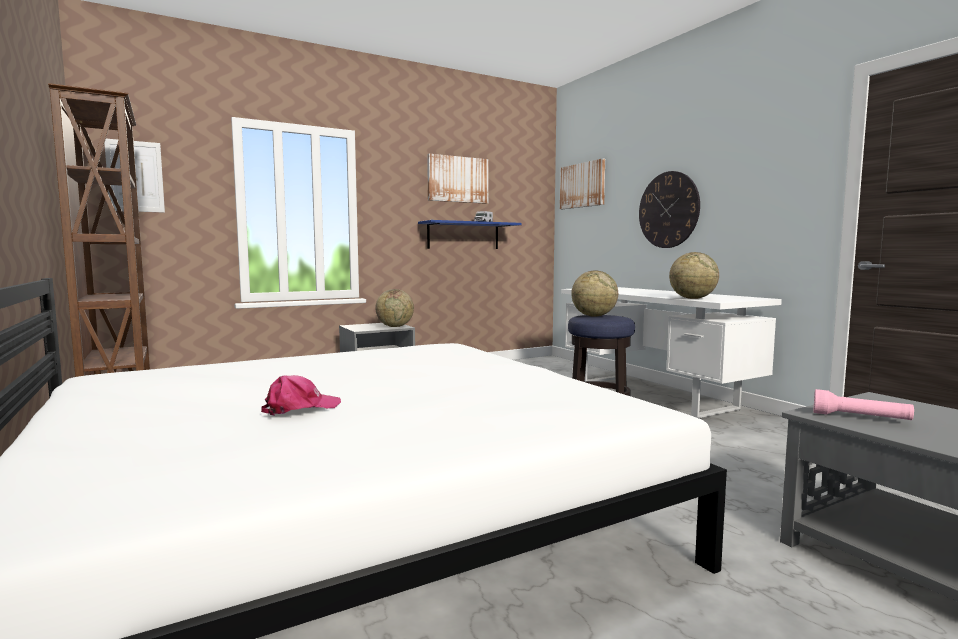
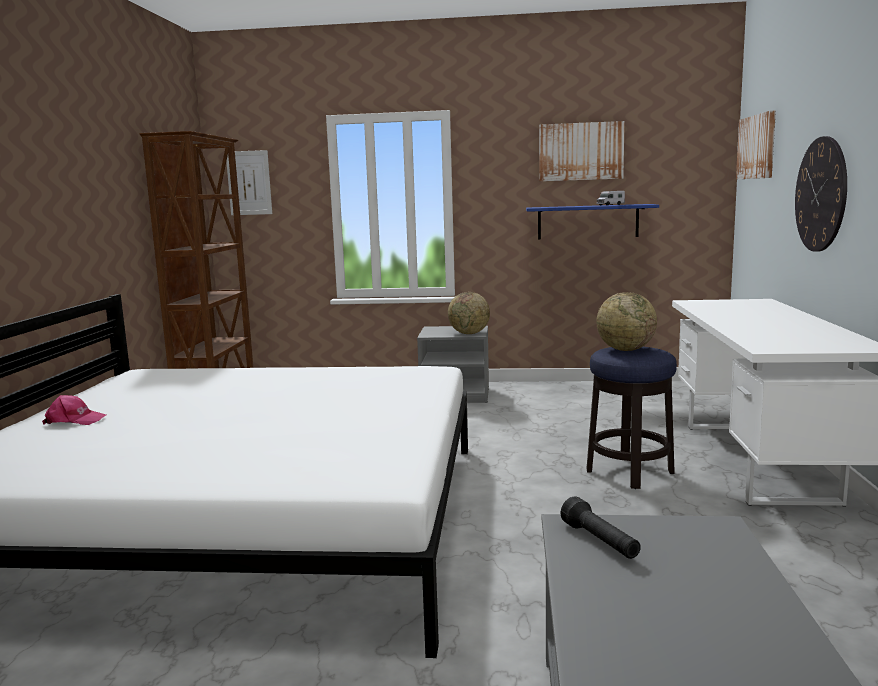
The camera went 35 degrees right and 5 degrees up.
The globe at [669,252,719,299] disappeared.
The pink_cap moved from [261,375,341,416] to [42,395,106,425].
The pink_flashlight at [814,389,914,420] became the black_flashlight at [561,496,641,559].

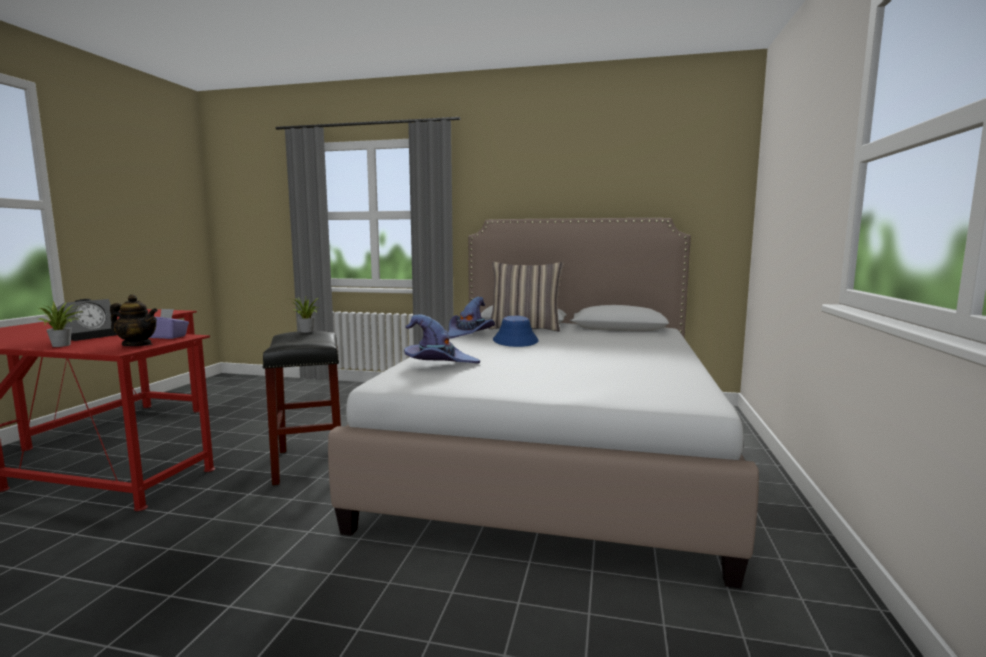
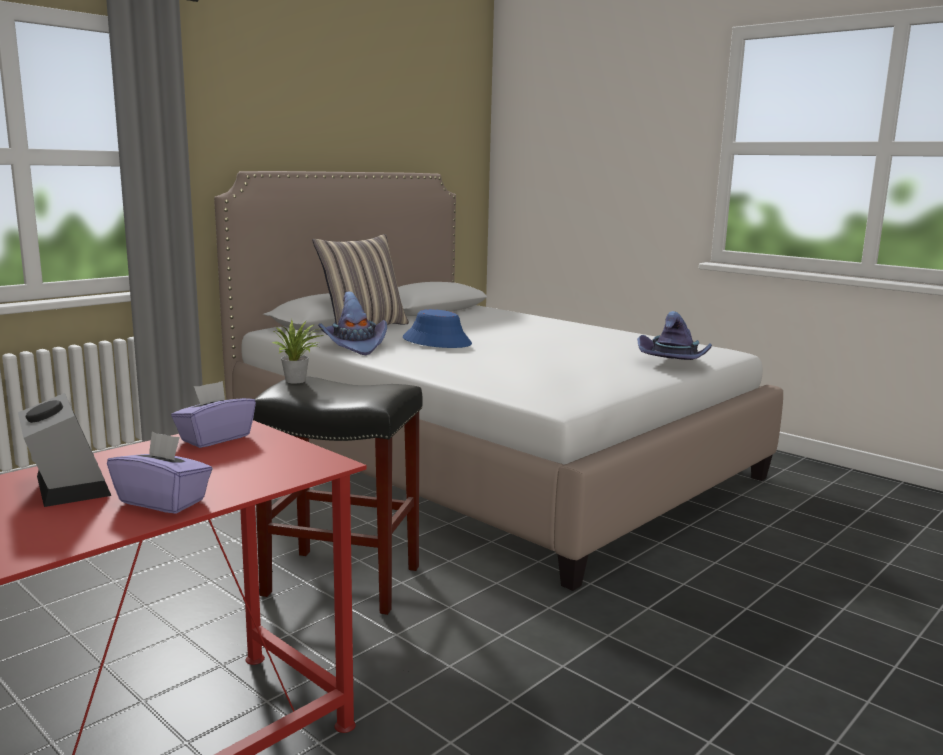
The camera went 60 degrees left and 5 degrees up.
The teapot at [110,294,158,346] disappeared.
The purple_hat moved from [404,314,480,364] to [637,311,712,360].
The potted_plant at [37,301,83,347] was replaced by the purple_tissue_box at [107,431,213,514].

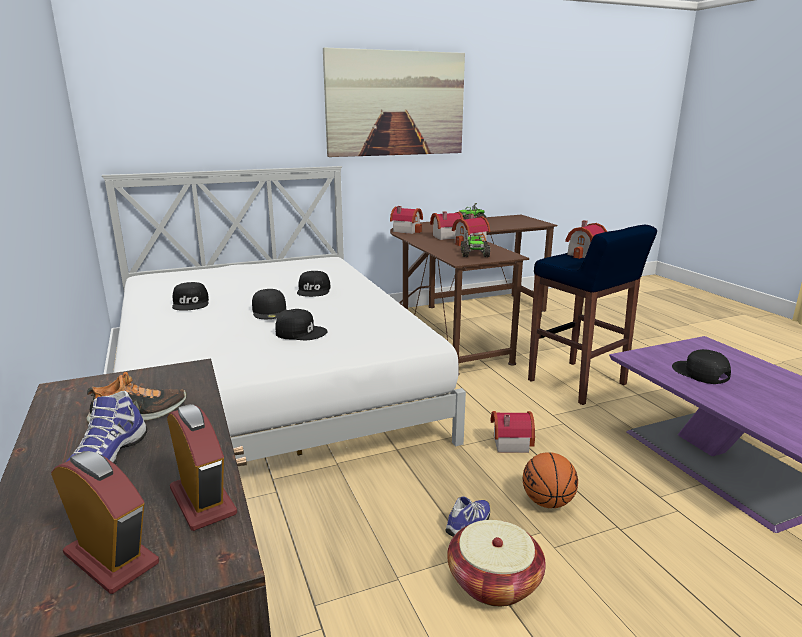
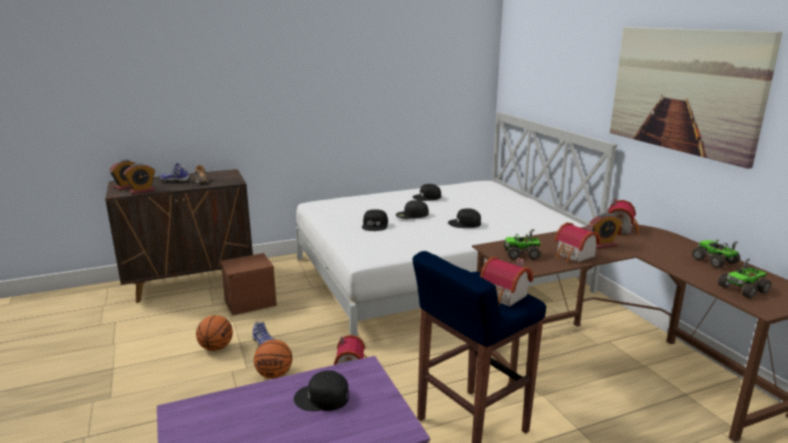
The camera went 90 degrees right and 0 degrees up.
The brown_storage_box at [220,253,277,316] appeared.
The toy_truck at [718,259,772,298] appeared.
The toy_house at [430,211,464,240] was replaced by the alarm_clock at [589,213,622,249].
The basket at [447,520,546,607] was replaced by the basketball at [196,315,233,351].
The black_cap at [672,349,731,384] turned 150 degrees counterclockwise.

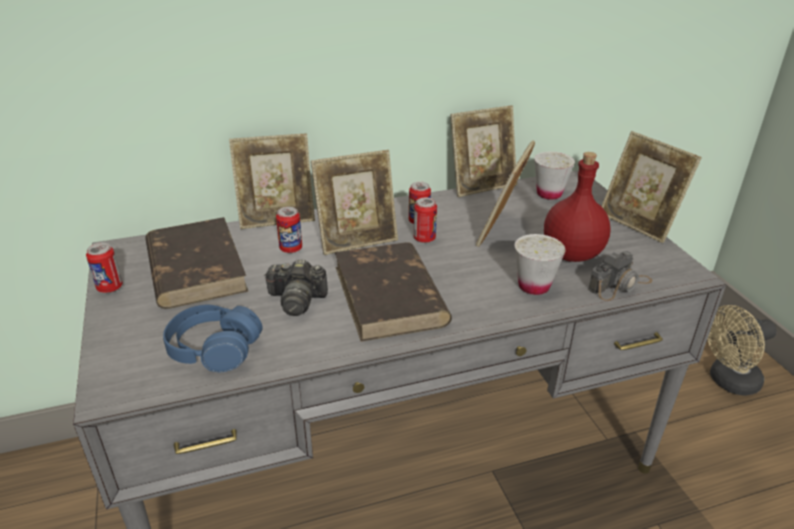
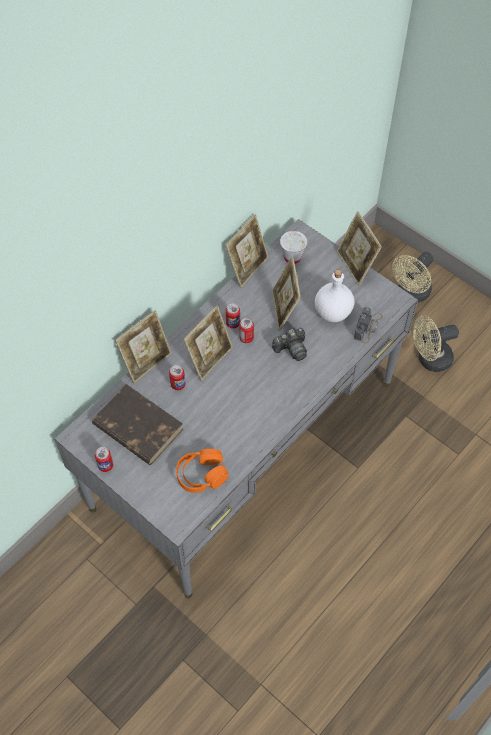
The camera went 30 degrees left and 25 degrees up.
The brown_book at [335,242,452,342] disappeared.
The white_cup at [515,234,566,295] disappeared.
The beige_fan at [413,315,459,372] appeared.
The photo_camera moved from [264,259,328,316] to [272,328,307,361].
The blue_headphones at [163,305,263,373] became the orange_headphones at [176,449,229,493].
The red_bottle at [544,152,611,262] became the white_bottle at [315,269,354,322].
The picture_frame at [602,131,702,243] turned 45 degrees clockwise.

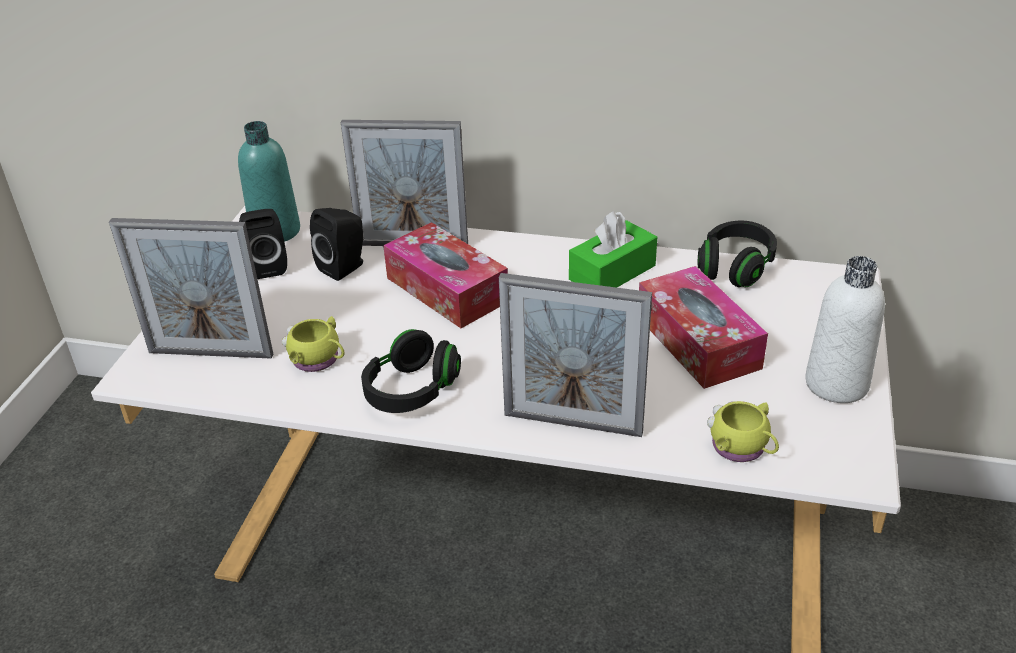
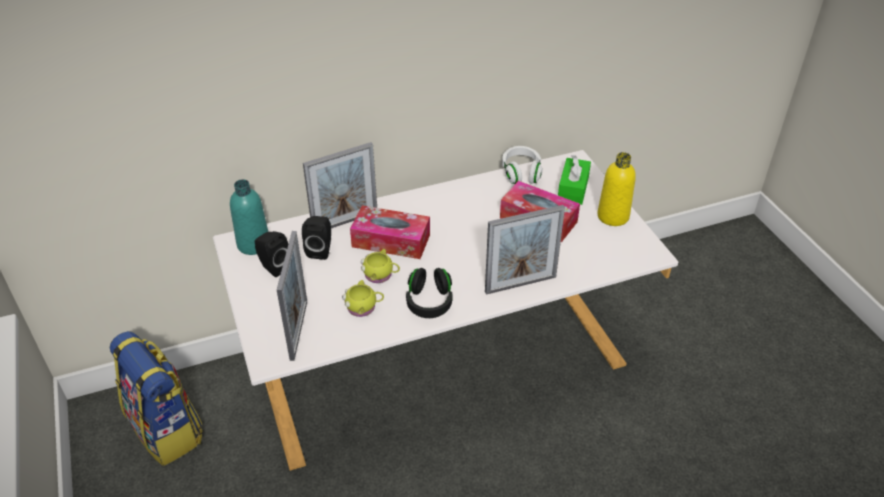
The camera went 35 degrees left and 5 degrees up.
The backpack at [110,331,203,466] appeared.
The green_tissue_box moved from [569,211,657,288] to [558,155,591,205].
The yellow_mug moved from [707,401,779,462] to [361,249,400,283].
The black_headphones at [698,221,777,287] became the white_headphones at [502,146,543,184].
The white_bottle at [805,256,885,403] became the yellow_bottle at [597,152,636,226].
The picture_frame at [109,218,273,359] turned 60 degrees counterclockwise.

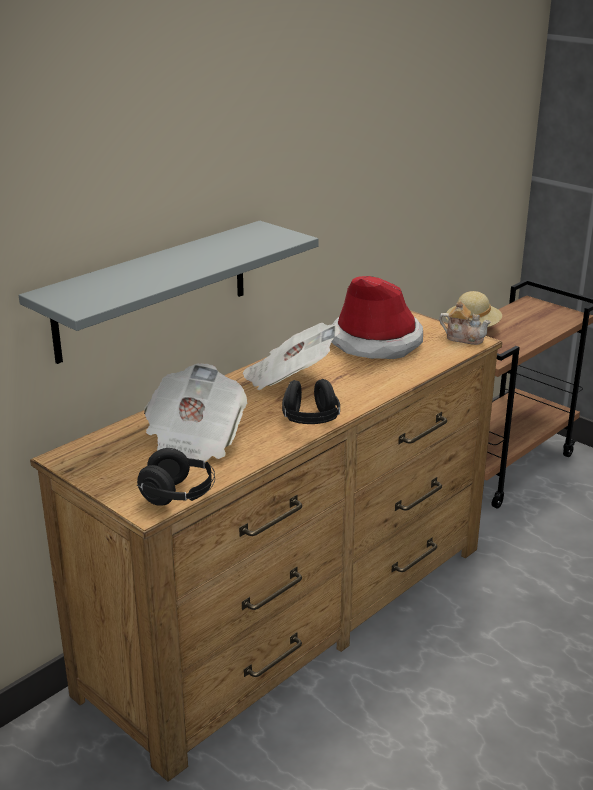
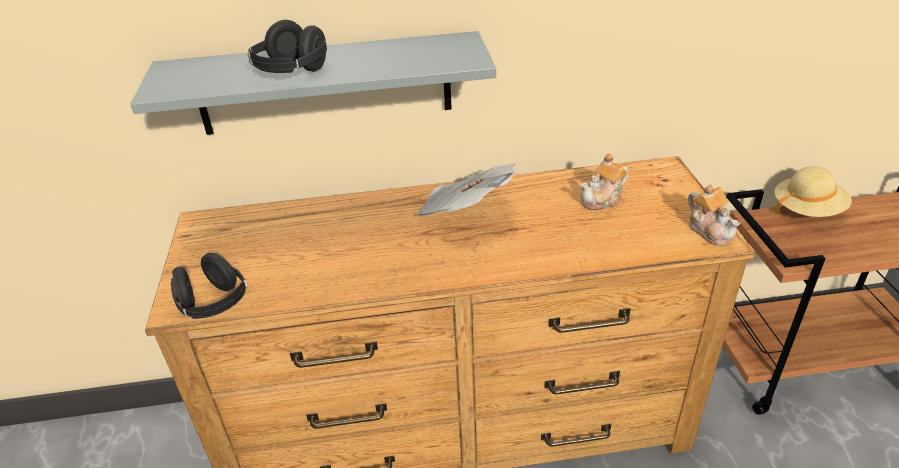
The camera went 40 degrees right and 10 degrees up.
The newspaper at [144,363,247,461] disappeared.
The black_headphones moved from [282,379,340,424] to [248,20,327,73].
The hat at [332,276,423,359] was replaced by the teapot at [580,153,629,210].

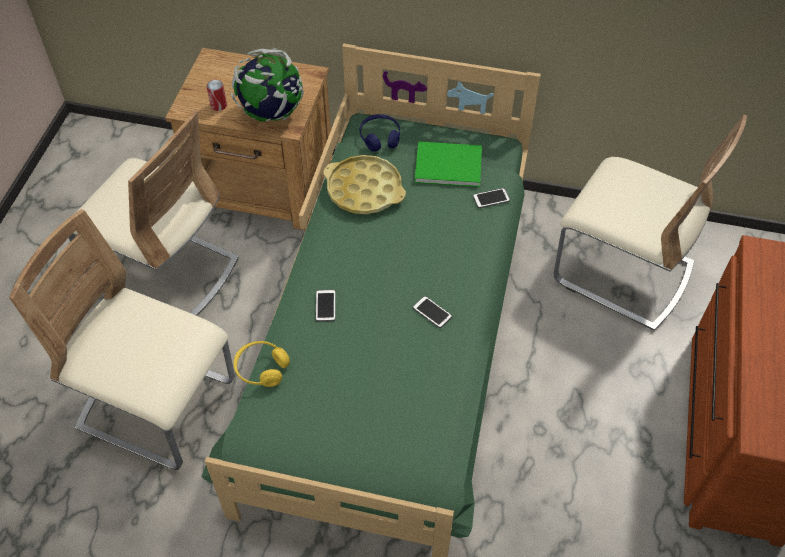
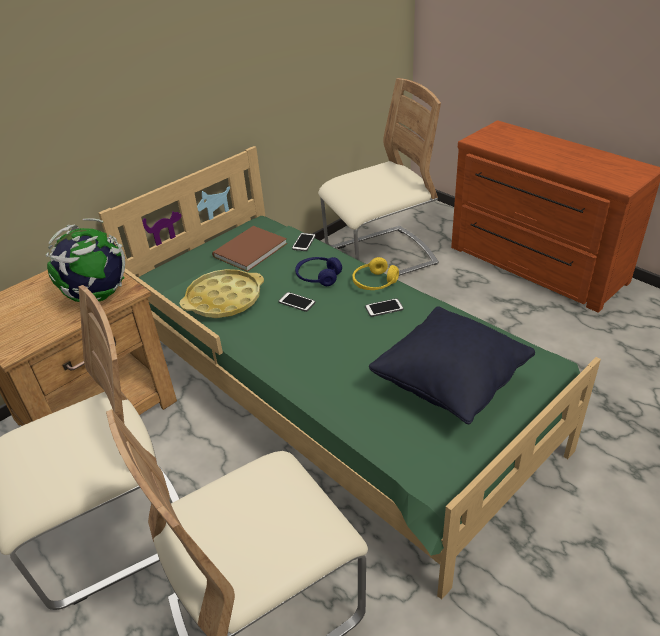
The camera went 55 degrees left and 15 degrees down.
The can at [207,80,227,111] disappeared.
The black_pillow at [369,306,535,424] appeared.
The yellow_headphones moved from [233,341,290,387] to [352,257,399,290].
The phone moved from [316,290,336,322] to [278,292,316,312].
The blue_headphones moved from [359,114,400,152] to [295,257,342,286].
The green_book at [415,141,482,187] became the brown_book at [212,226,287,272].

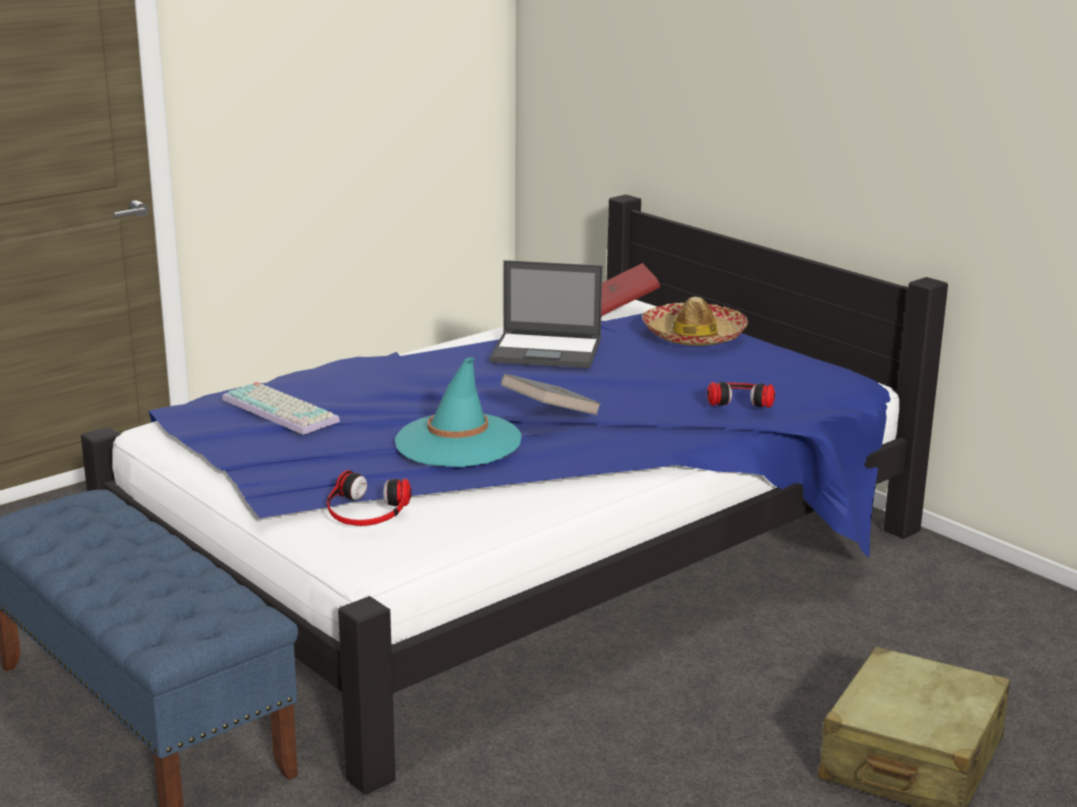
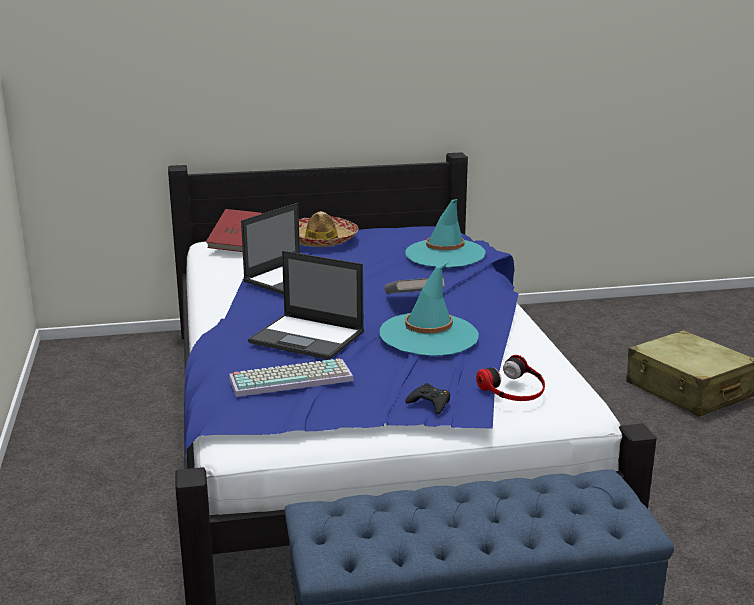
The camera went 60 degrees left and 0 degrees up.
The laptop at [248,251,364,360] appeared.
The black_game_controller at [405,383,450,414] appeared.
The headphones at [707,382,775,408] was replaced by the turquoise_hat at [405,199,486,268].

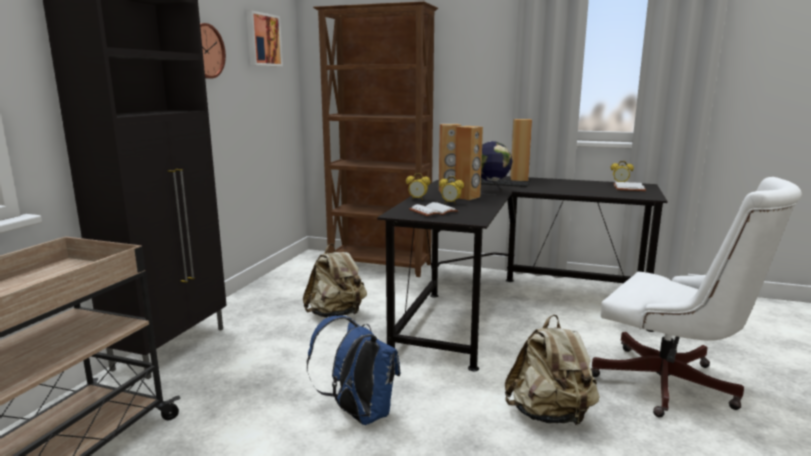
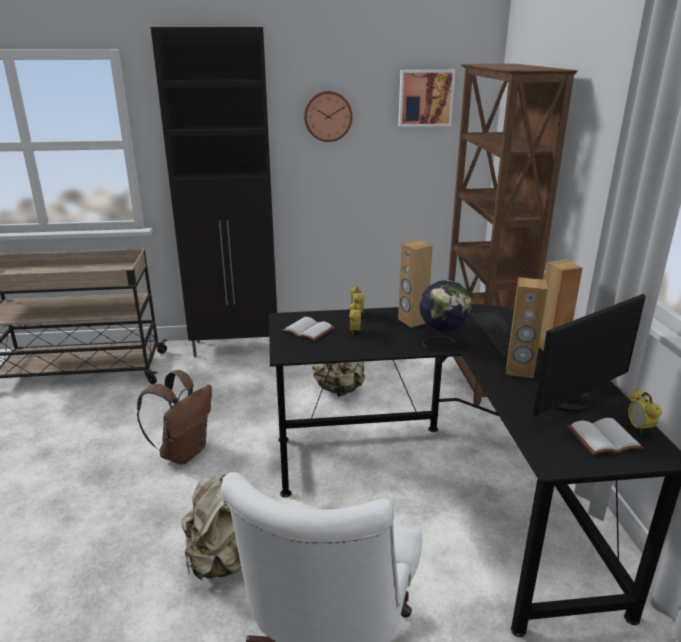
The camera went 65 degrees right and 10 degrees up.
The monitor at [533,294,646,416] appeared.
The brown_speaker moved from [455,126,483,200] to [506,277,548,378].
The blue_backpack at [307,316,400,425] became the brown_backpack at [137,370,212,465].

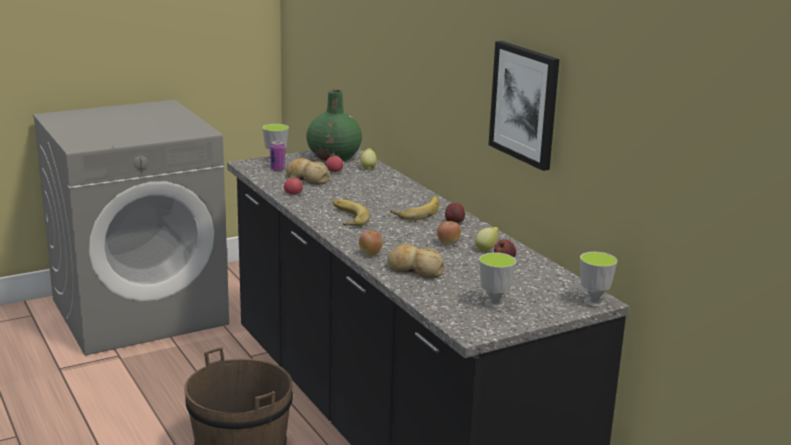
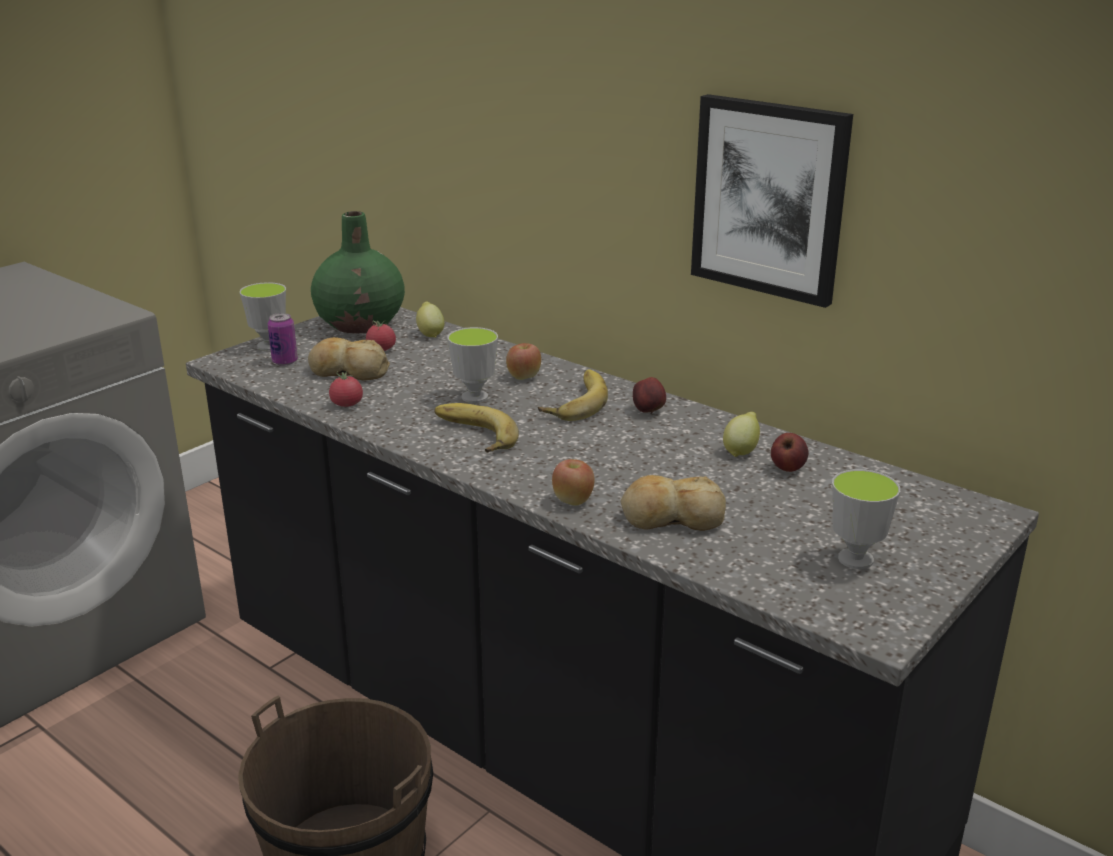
The camera went 20 degrees left and 5 degrees up.
The apple moved from [437,221,461,245] to [506,343,541,380].
The cup moved from [580,252,617,307] to [447,327,498,403].

